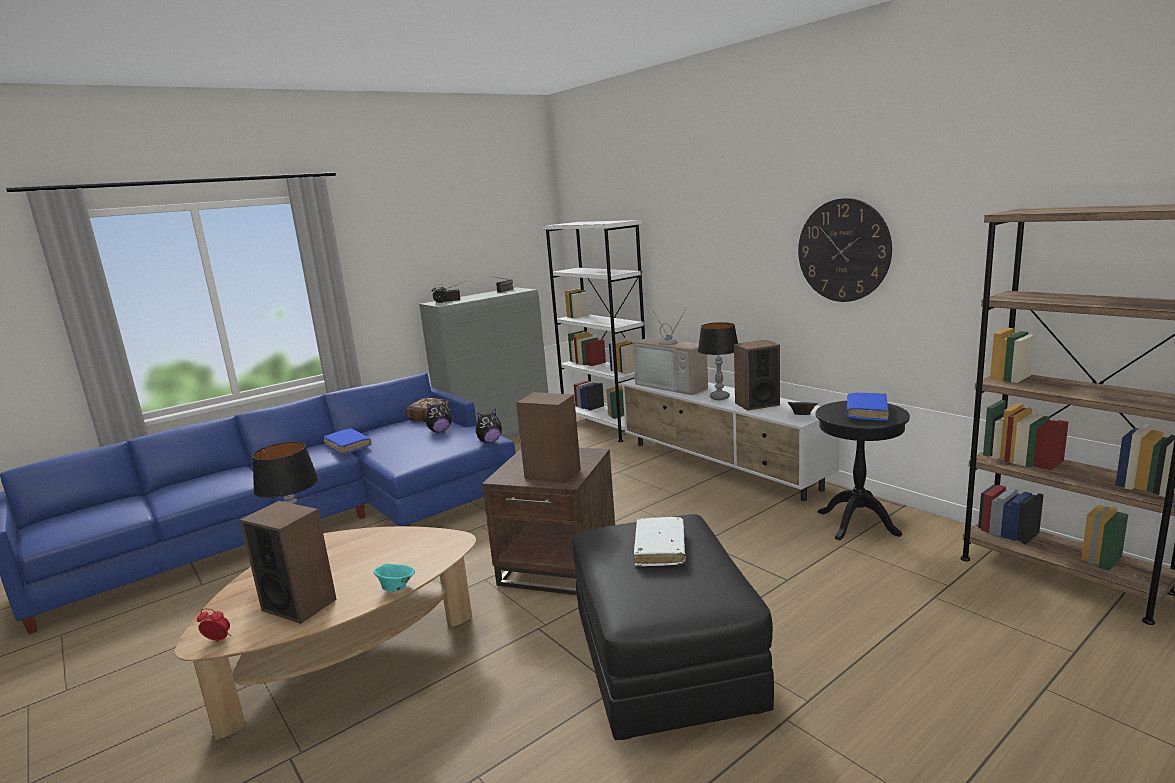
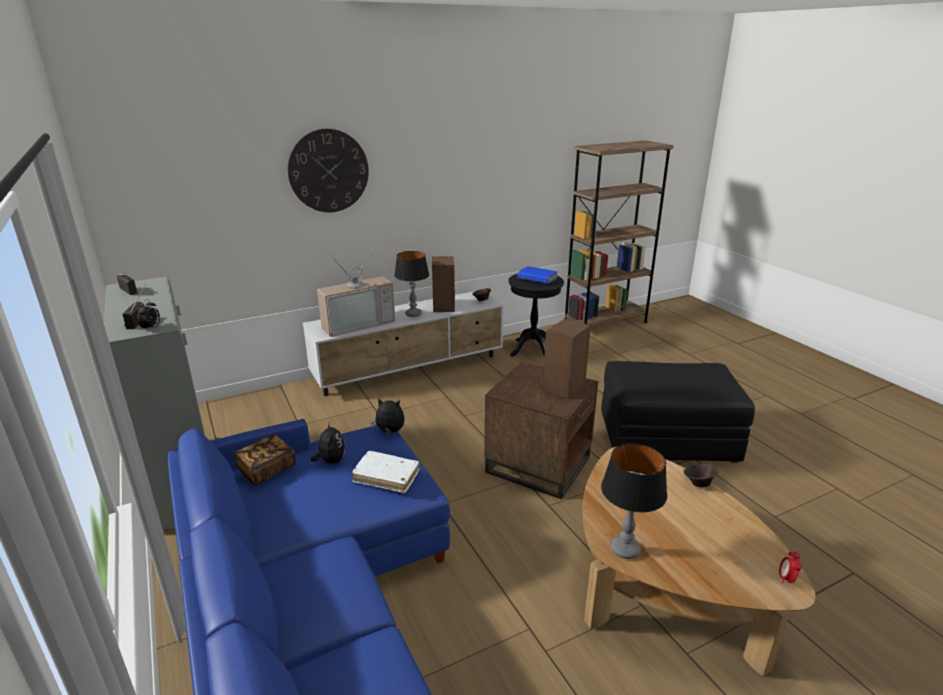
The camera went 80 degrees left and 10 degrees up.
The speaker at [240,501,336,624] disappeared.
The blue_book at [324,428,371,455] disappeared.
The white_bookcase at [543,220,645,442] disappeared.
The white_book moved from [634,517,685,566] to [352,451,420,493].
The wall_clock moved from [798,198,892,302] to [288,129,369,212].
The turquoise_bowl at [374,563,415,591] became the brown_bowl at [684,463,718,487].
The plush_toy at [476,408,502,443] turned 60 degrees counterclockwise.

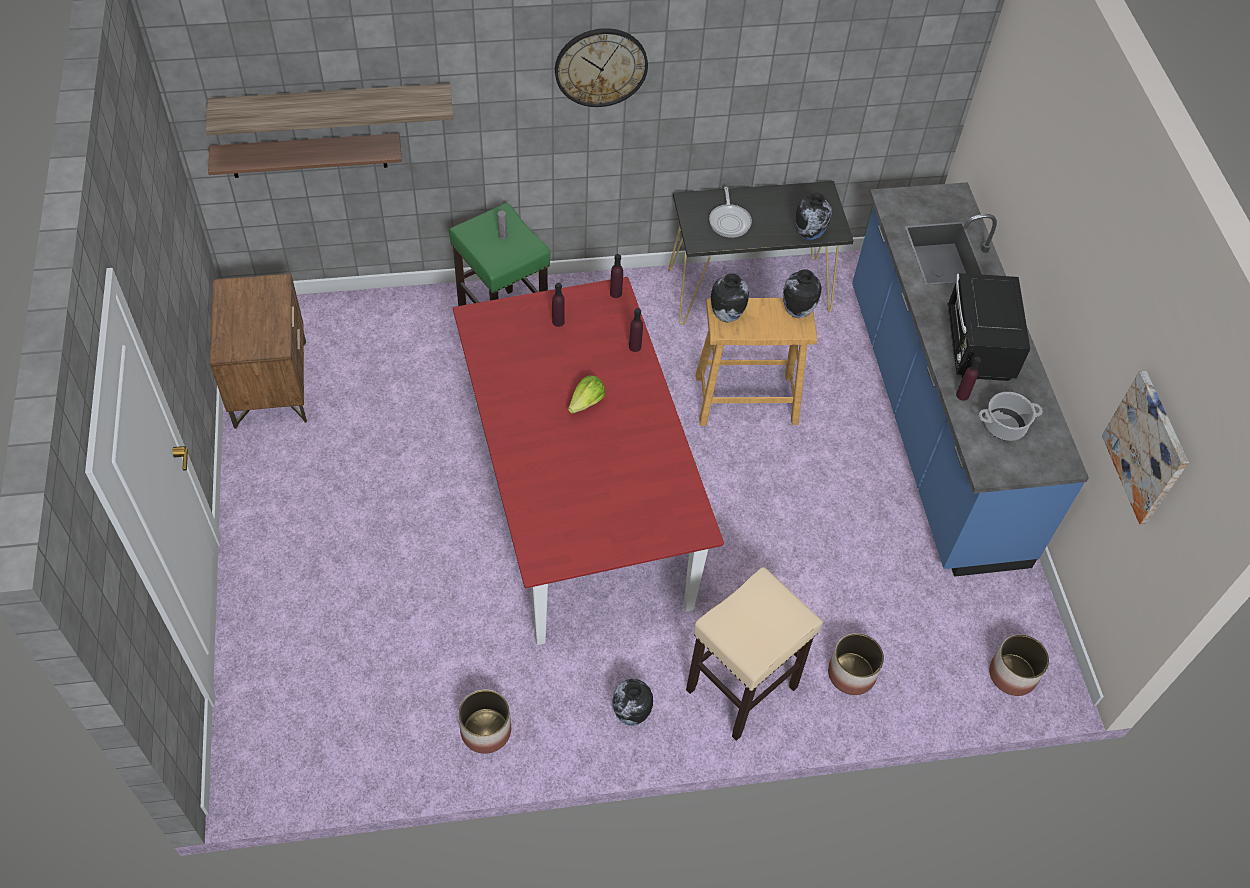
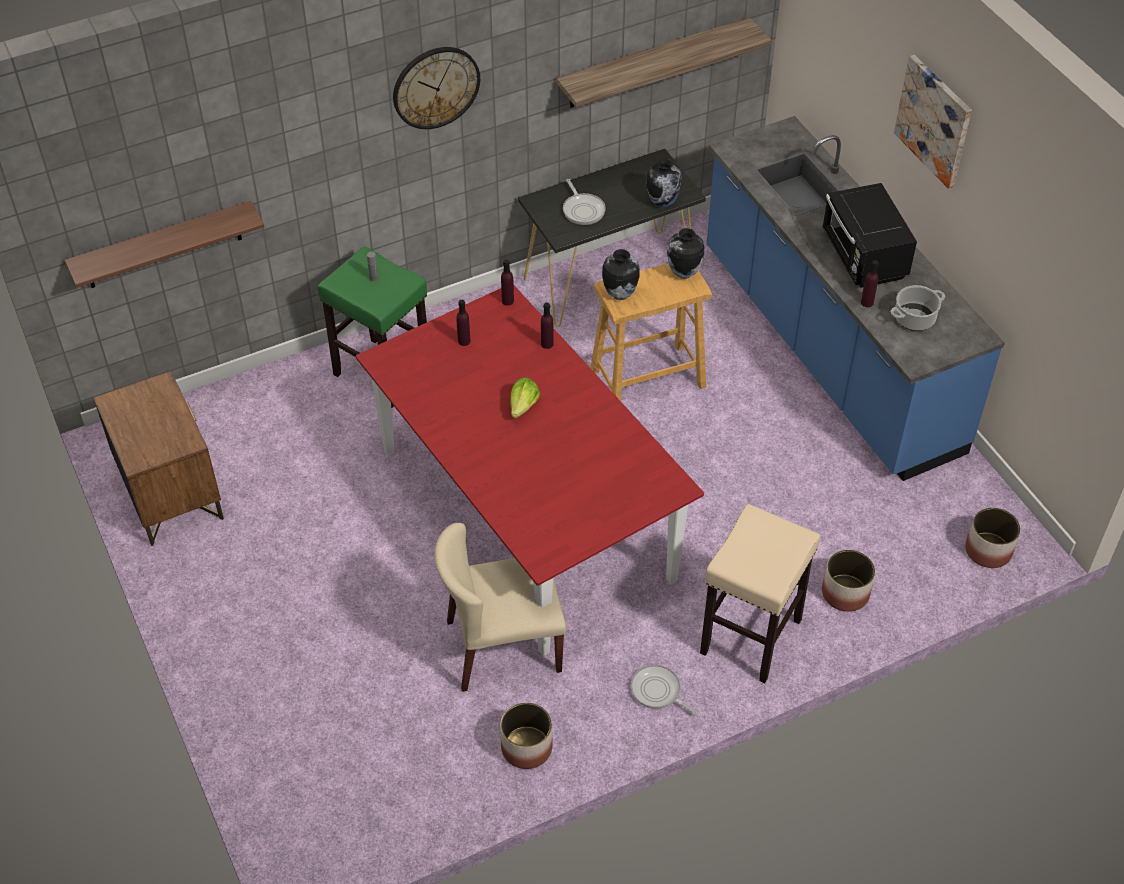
The camera went 15 degrees left and 5 degrees down.
The beige_chair at [435,523,566,692] appeared.
The shelf moved from [206,83,454,135] to [556,17,771,108].
The picture moved from [1102,371,1189,524] to [894,55,972,189].
The vase at [612,679,653,726] was replaced by the frying_pan at [631,665,698,715].

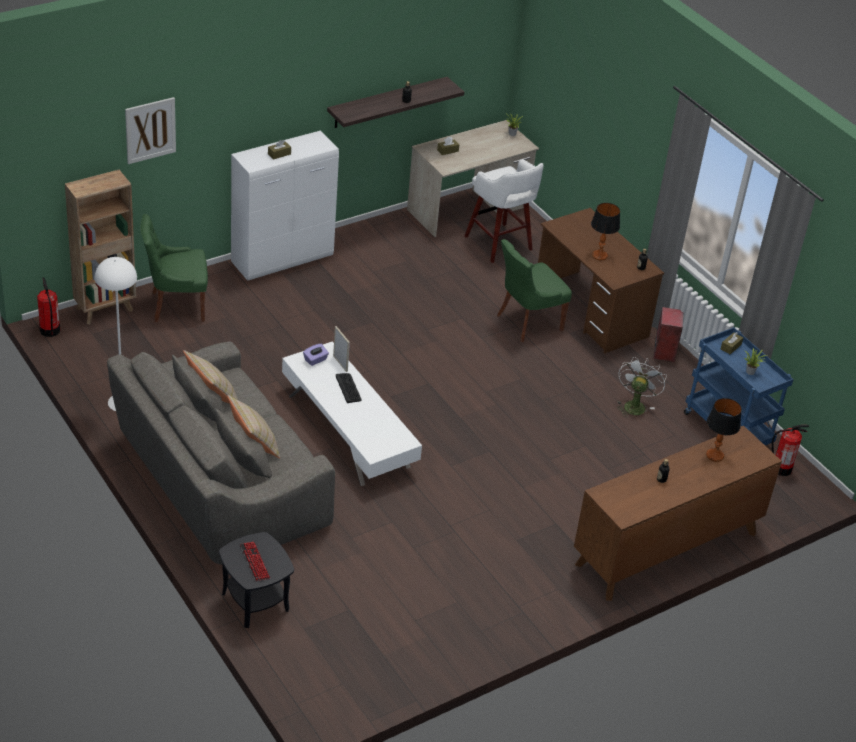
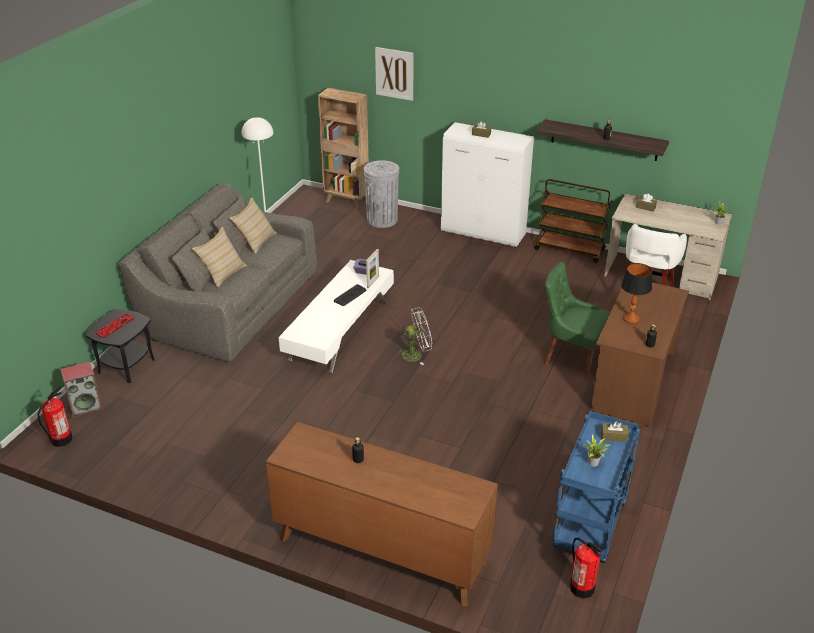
The camera went 60 degrees right and 5 degrees down.
The table_lamp at [706,398,742,462] disappeared.
The brown_cart at [534,179,611,263] appeared.
The fire_extinguisher moved from [37,277,60,337] to [38,386,73,447].
The white_fan moved from [617,357,667,417] to [395,307,432,365].
The speaker moved from [654,307,684,362] to [60,362,103,418].
The green_chair at [140,214,208,322] was replaced by the grey_trash_can at [364,160,399,228].

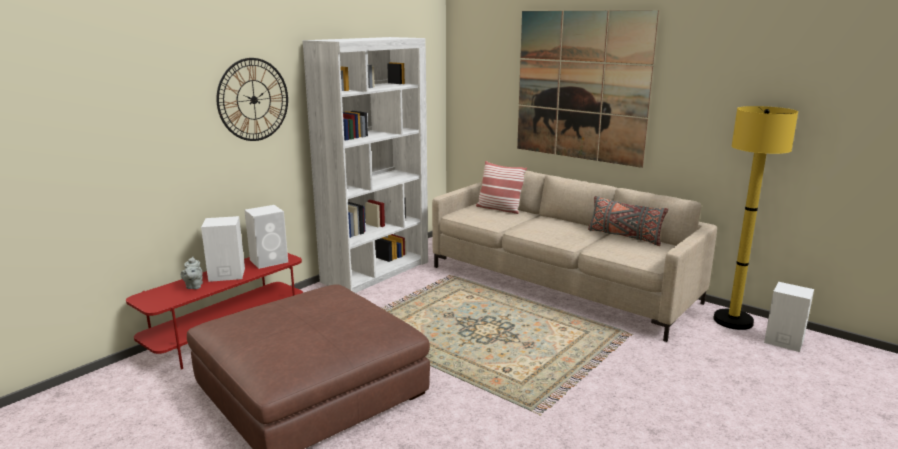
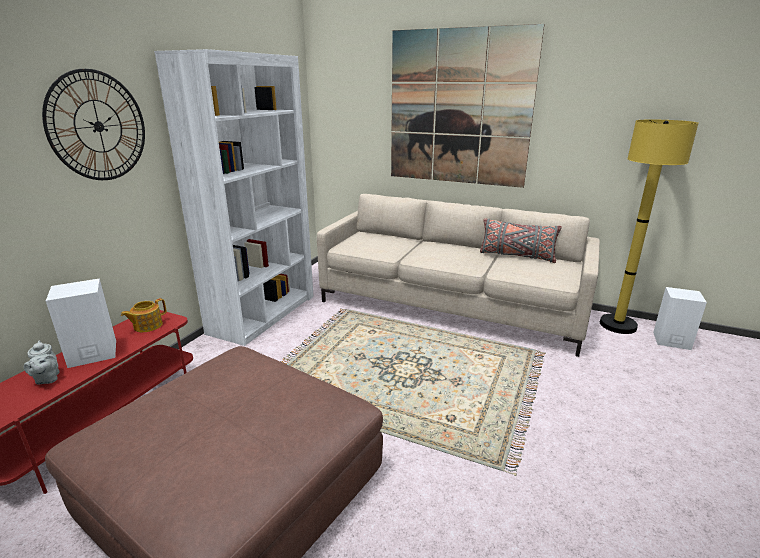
The camera went 15 degrees left and 5 degrees up.
The pillow at [476,161,527,214] disappeared.
The white_speaker at [245,205,288,269] was replaced by the teapot at [121,298,166,332].

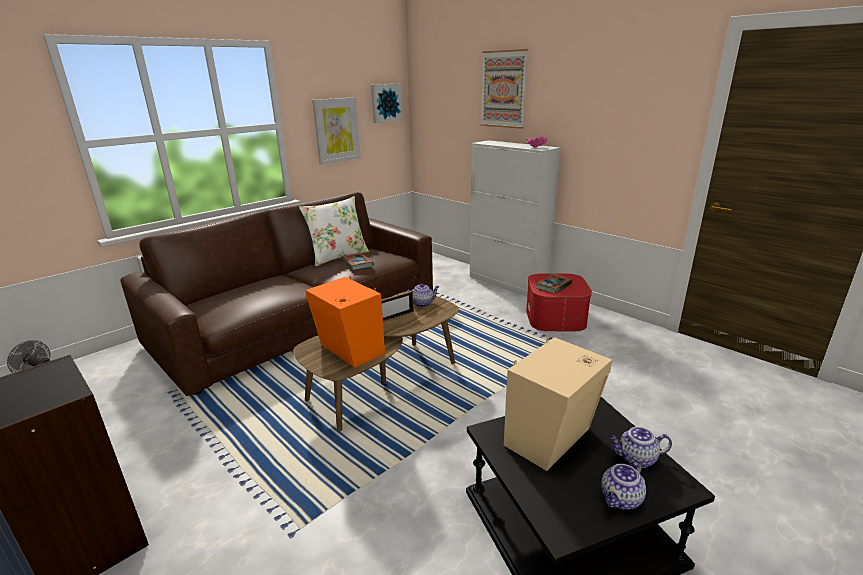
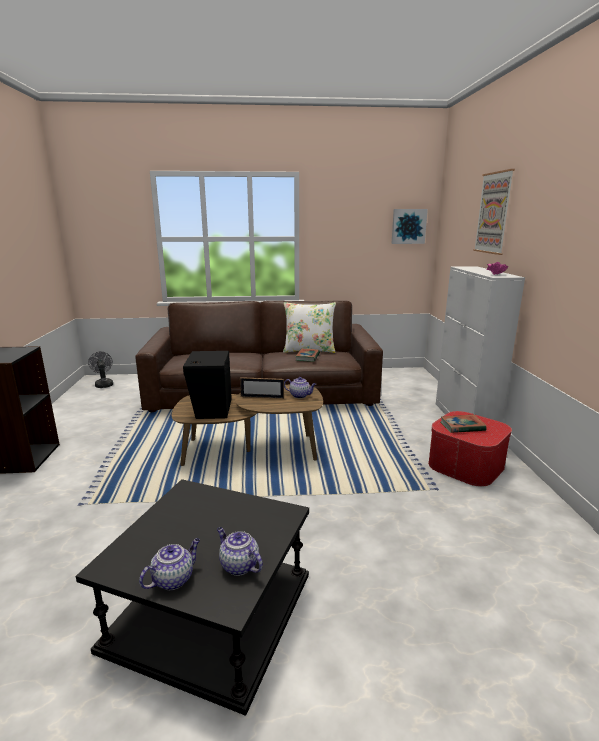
The camera went 40 degrees right and 5 degrees down.
The picture at [312,97,361,164] disappeared.
The beige_speaker at [504,337,612,471] disappeared.
The orange_speaker at [306,276,385,368] became the black_speaker at [183,350,232,419].
The teapot at [601,460,646,510] turned 135 degrees clockwise.

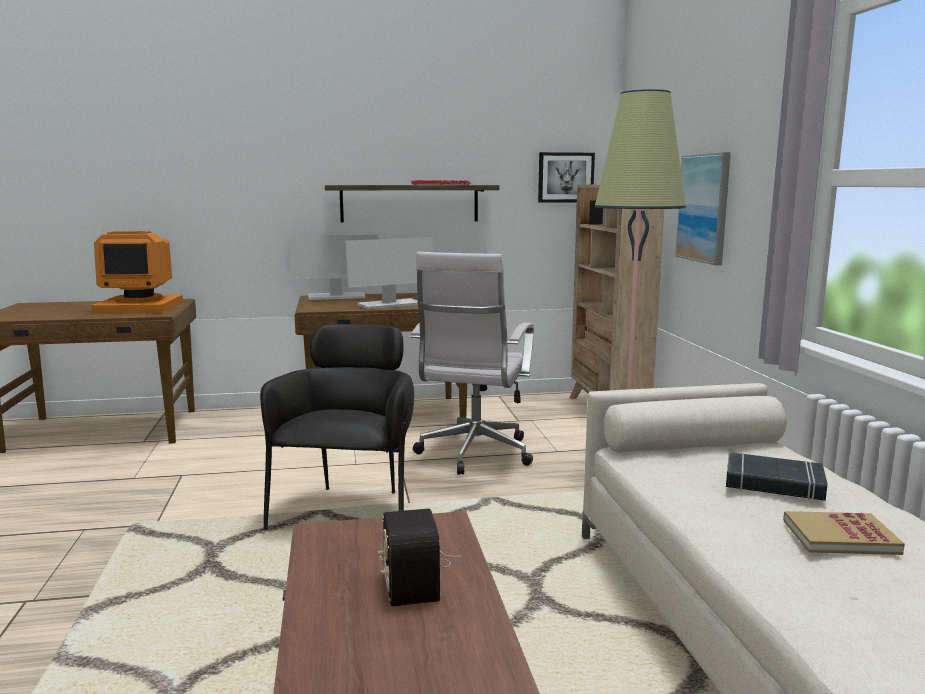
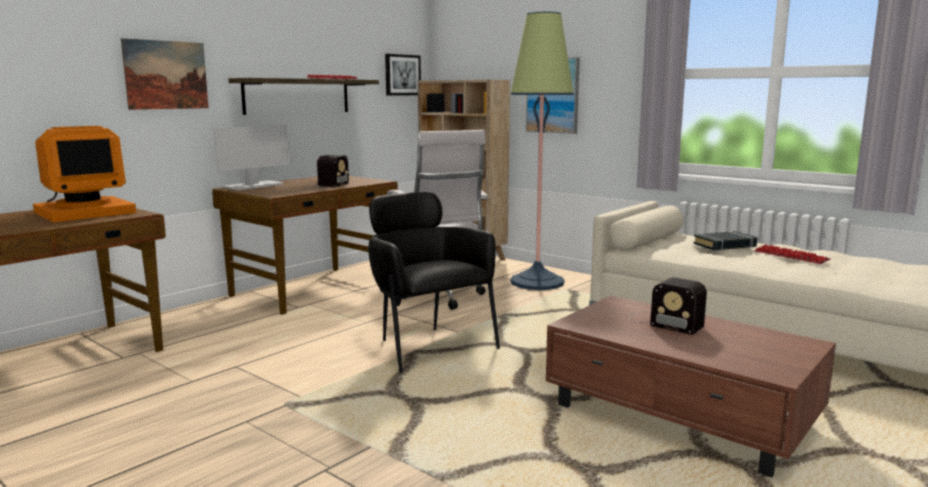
The camera went 40 degrees left and 0 degrees up.
The picture at [121,38,209,110] appeared.
The monitor at [345,237,433,309] was replaced by the radio at [304,155,349,189].
The book at [783,511,905,555] was replaced by the keyboard at [754,244,831,264].

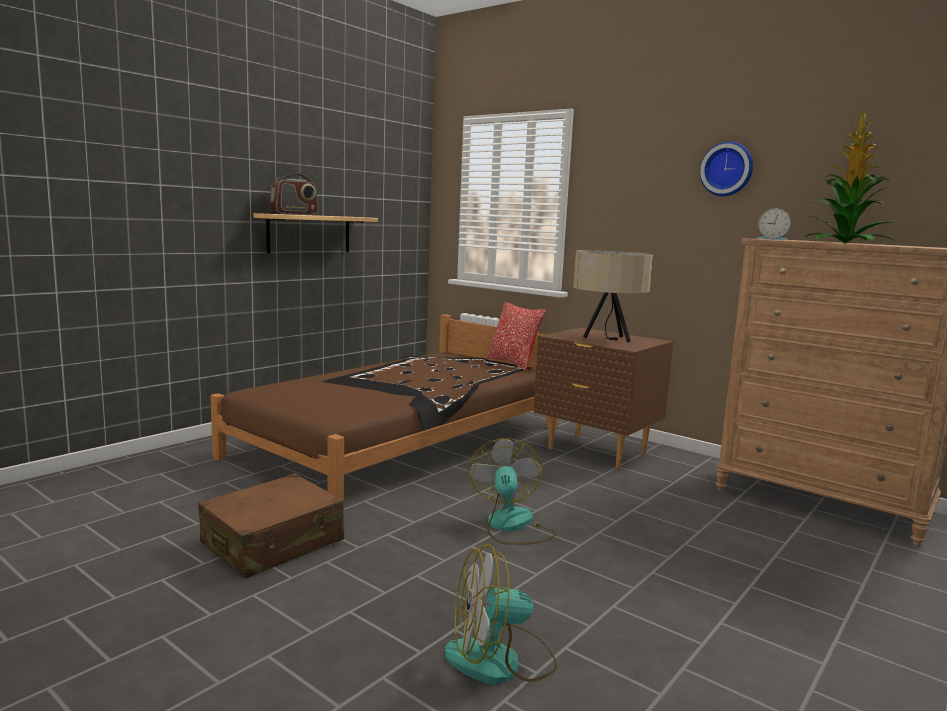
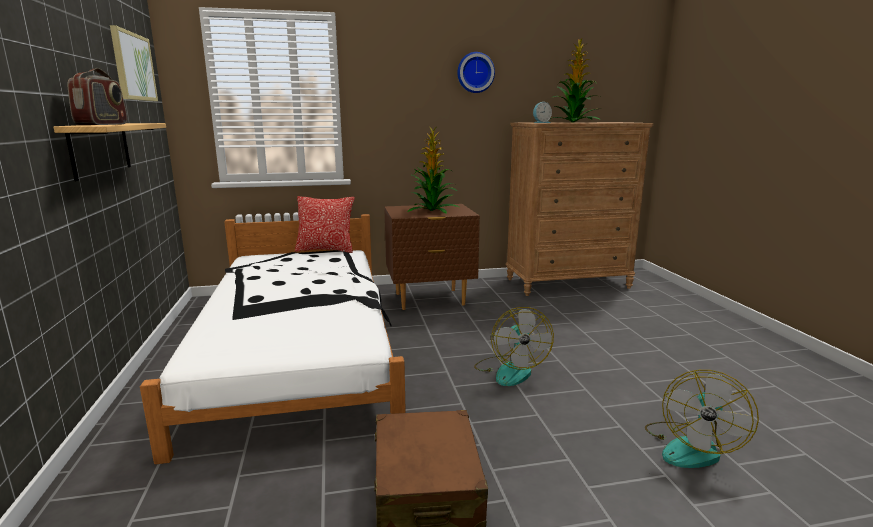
The camera went 50 degrees left and 5 degrees up.
The picture at [110,25,158,101] appeared.
The beige_table_lamp at [573,250,653,343] was replaced by the potted_plant at [408,126,461,214].
The brown_bed at [211,314,559,511] became the white_bed at [140,214,406,464].
The fan at [468,438,557,545] turned 135 degrees counterclockwise.

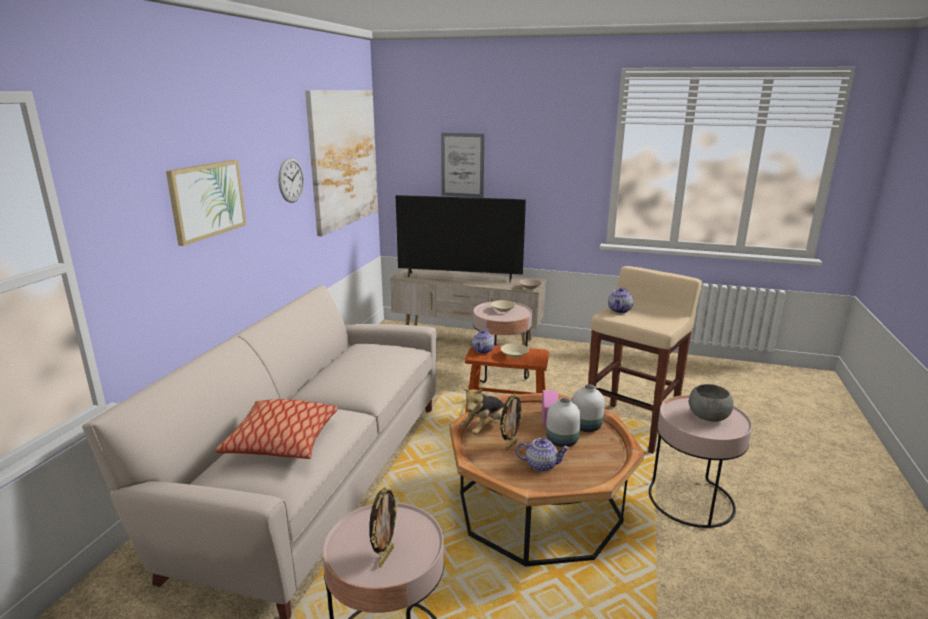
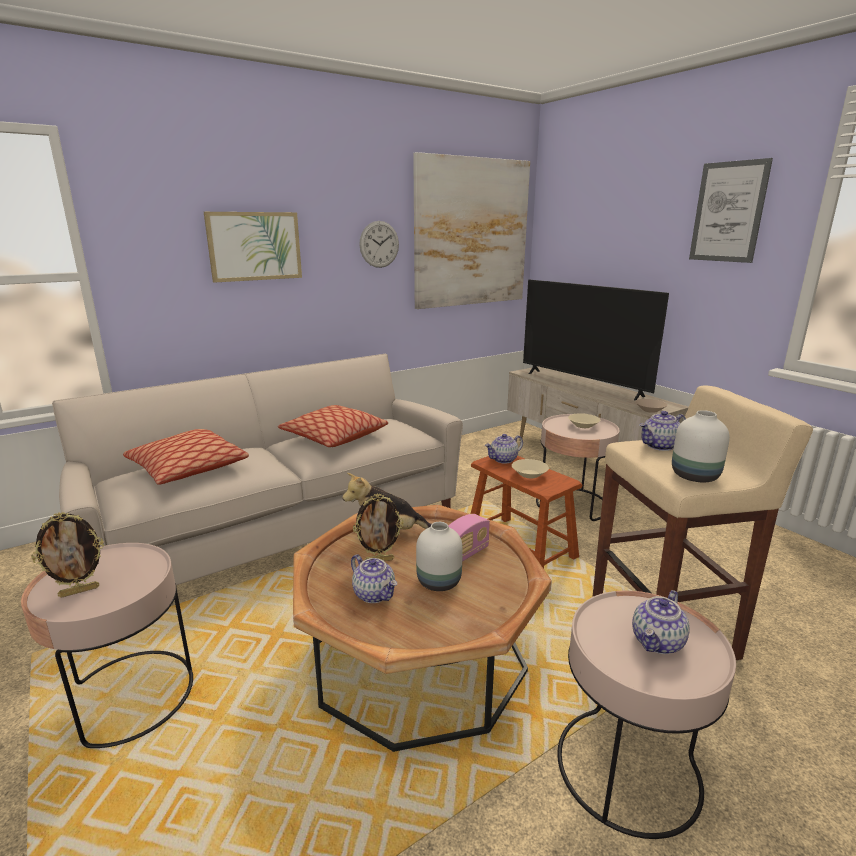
The camera went 40 degrees right and 0 degrees up.
The pillow at [278,405,388,447] appeared.
The picture moved from [441,133,484,198] to [689,158,773,263].
The white_vase moved from [572,384,605,432] to [672,410,730,482].
The grey_bowl at [689,384,734,422] was replaced by the teapot at [632,590,690,654].

